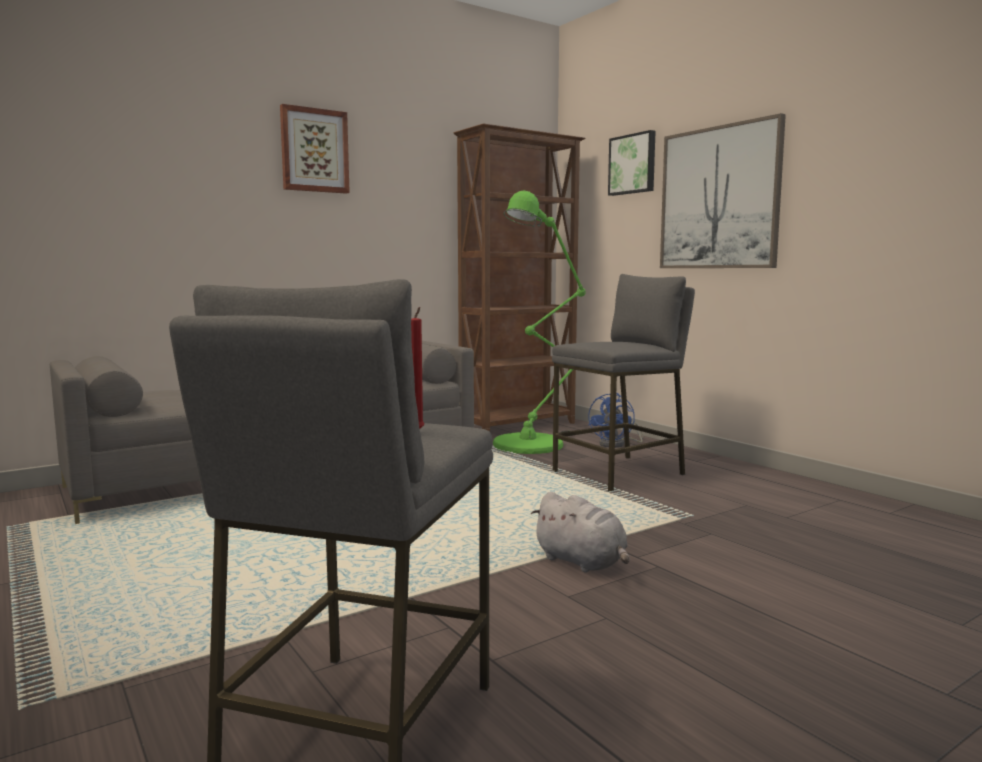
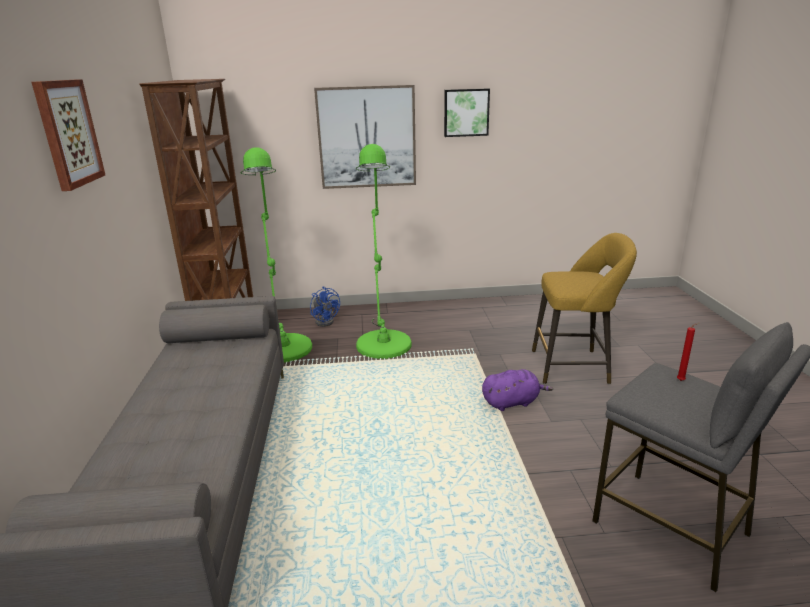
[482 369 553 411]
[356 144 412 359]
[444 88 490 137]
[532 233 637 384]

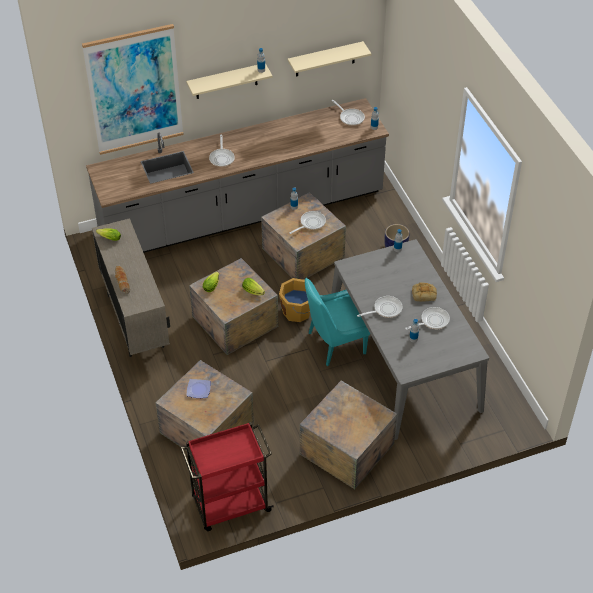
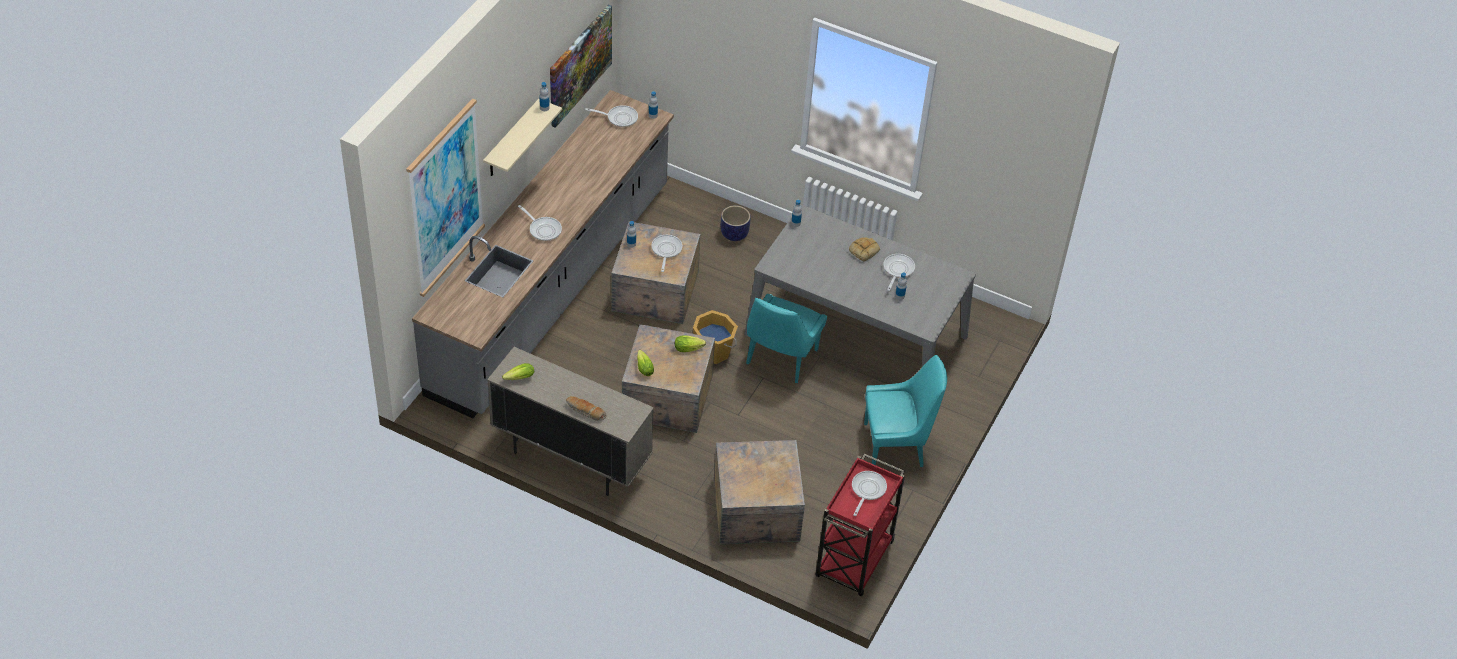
[187 379 211 398] (first image)
[550 5 612 128]
[864 355 947 467]
[852 471 887 516]

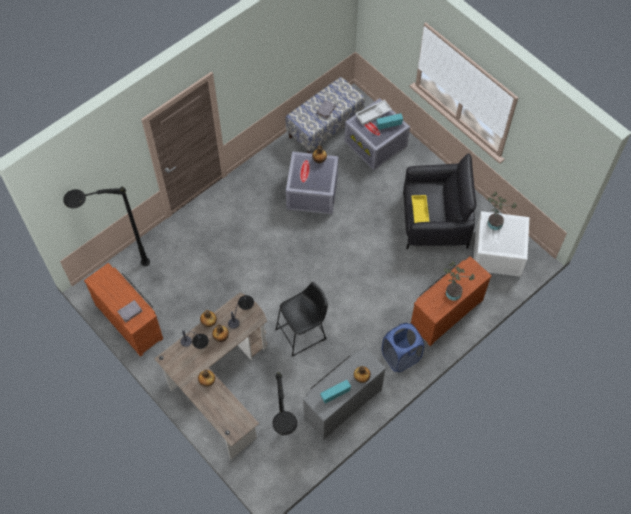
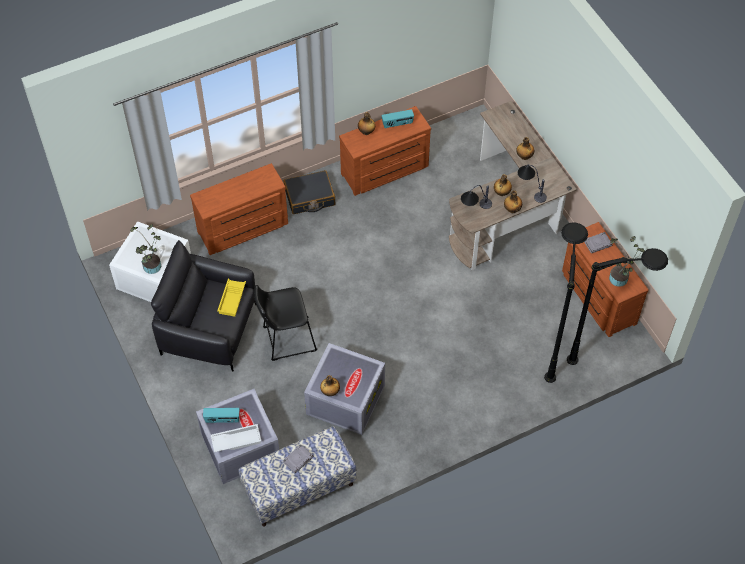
[544 222 588 383]
[254 285 317 361]
[339 106 431 196]
[284 170 335 214]
[609 236 645 287]

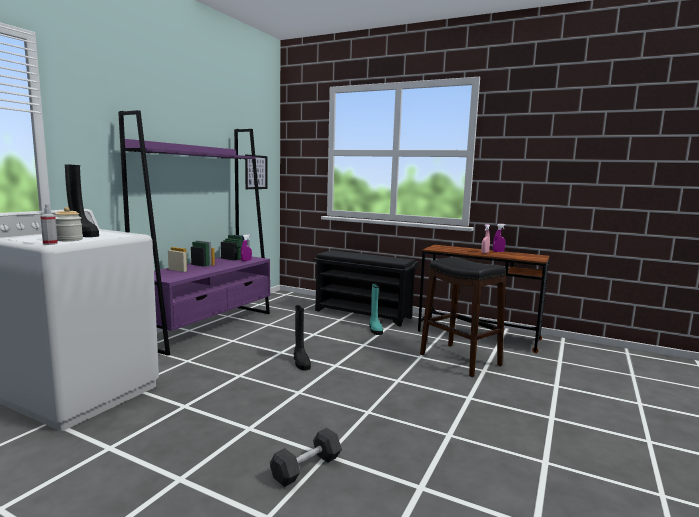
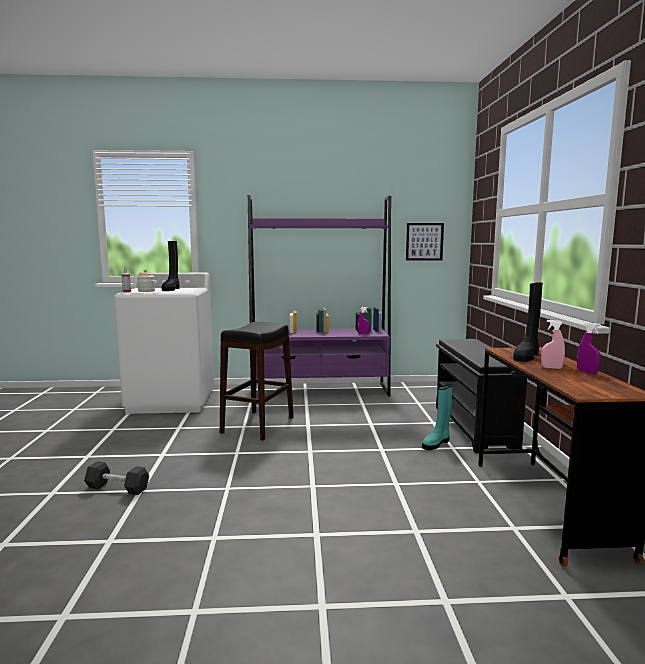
[513 282 543 362]
[220 322 294 441]

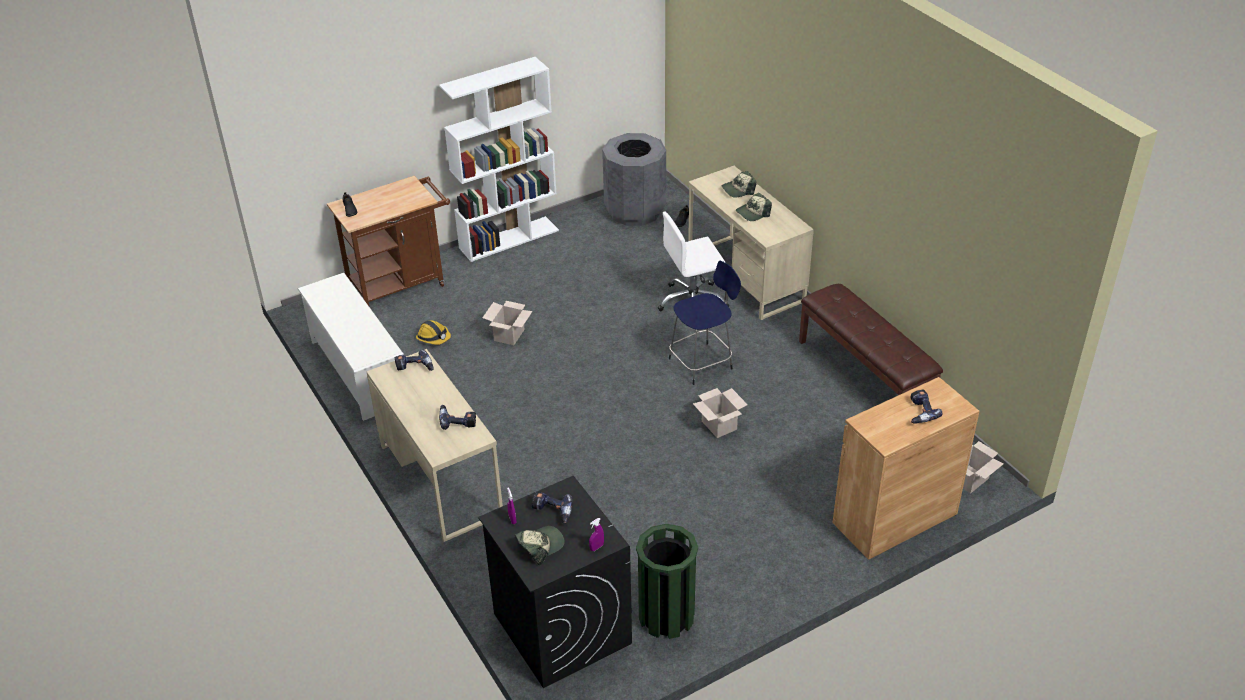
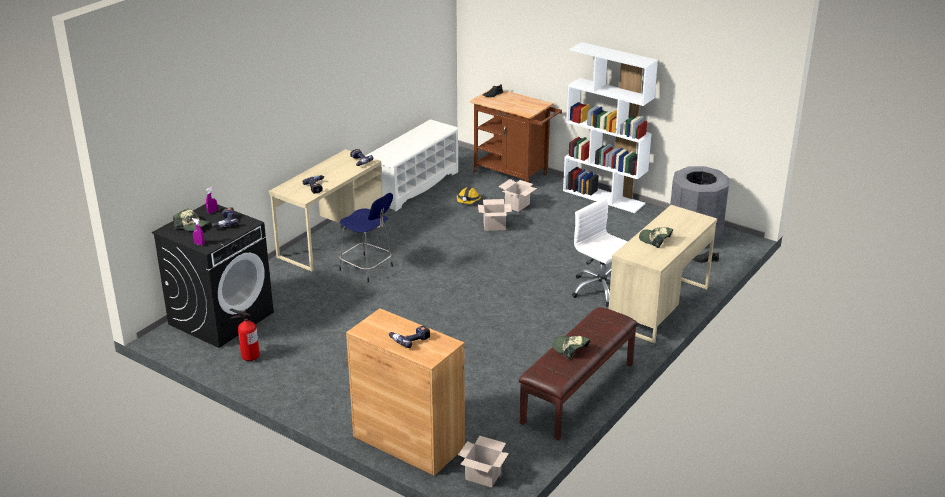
[229 308 260 361]
[339 193 393 282]
[498 179 537 212]
[552 336 590 359]

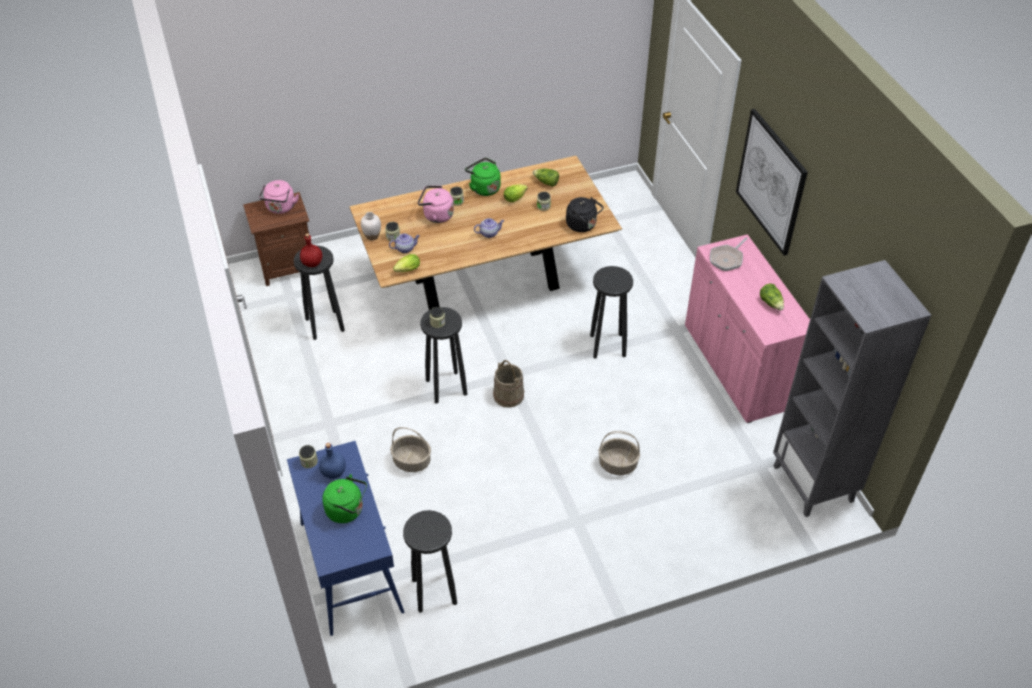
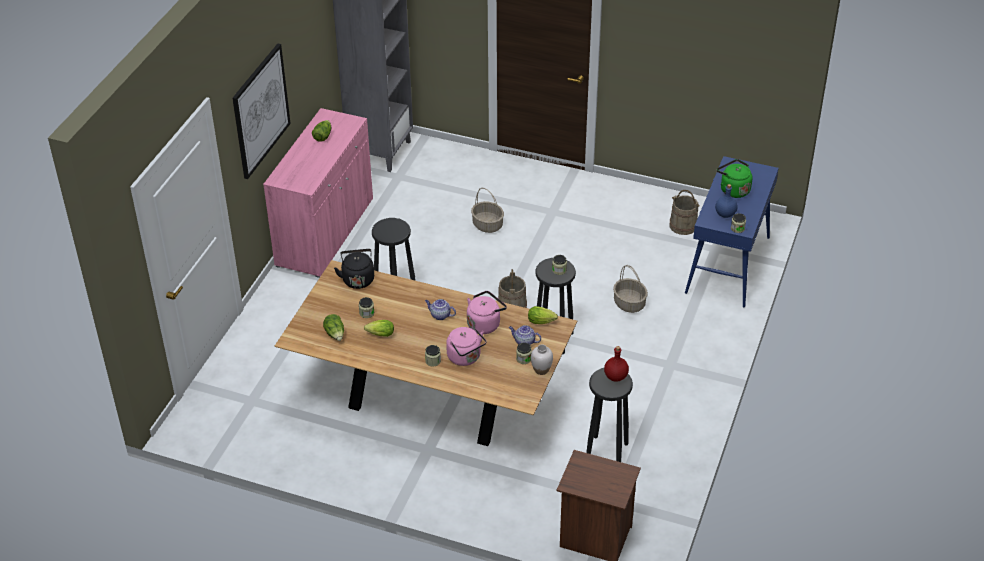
[467 291 507 334]
[670 190 700 235]
[465 158 501 196] (first image)
[710 237 748 271] (first image)

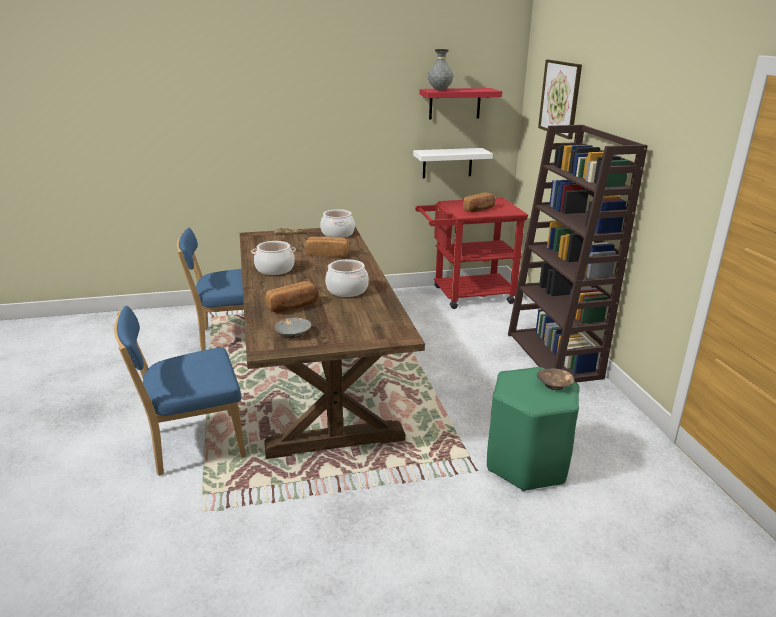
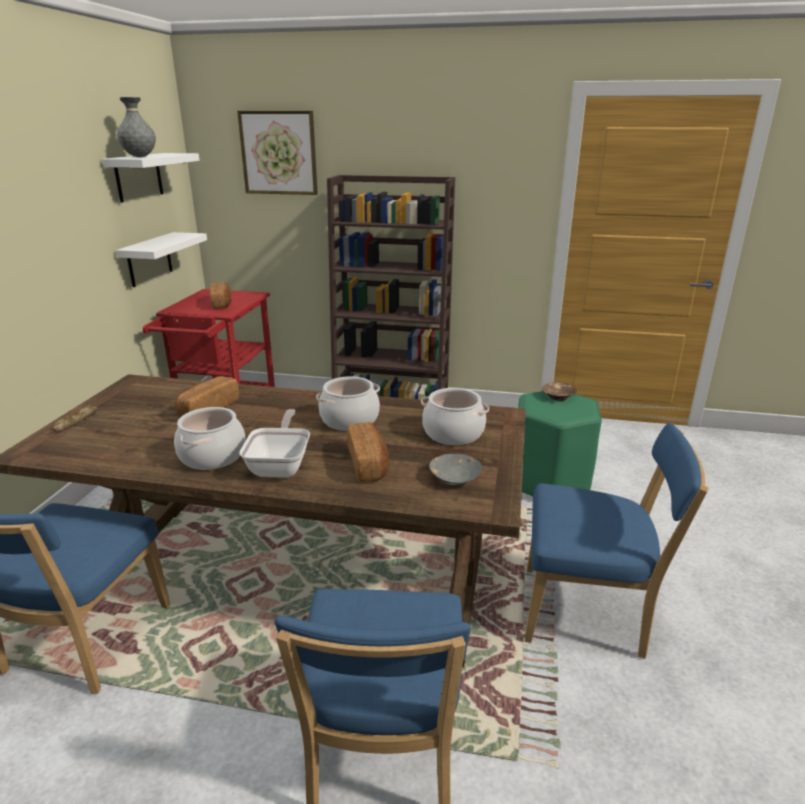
[421 388 489 445]
[102 153 200 203]
[239 409 310 478]
[525 422 708 659]

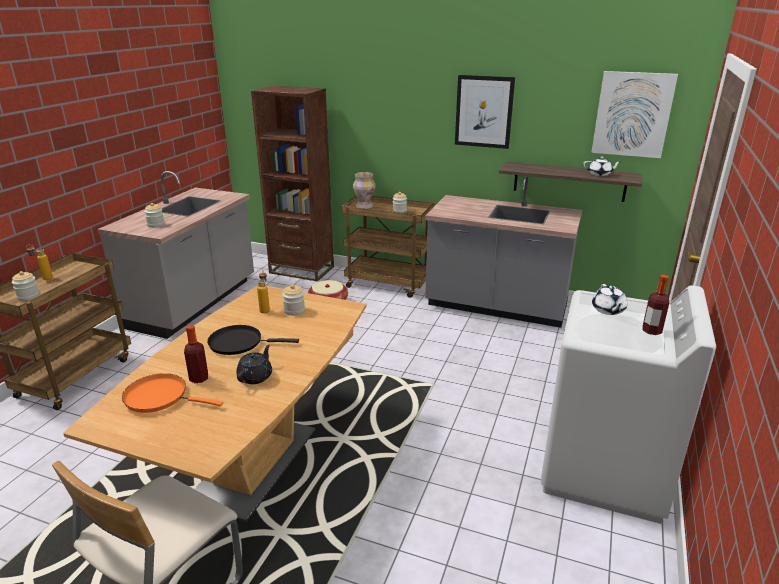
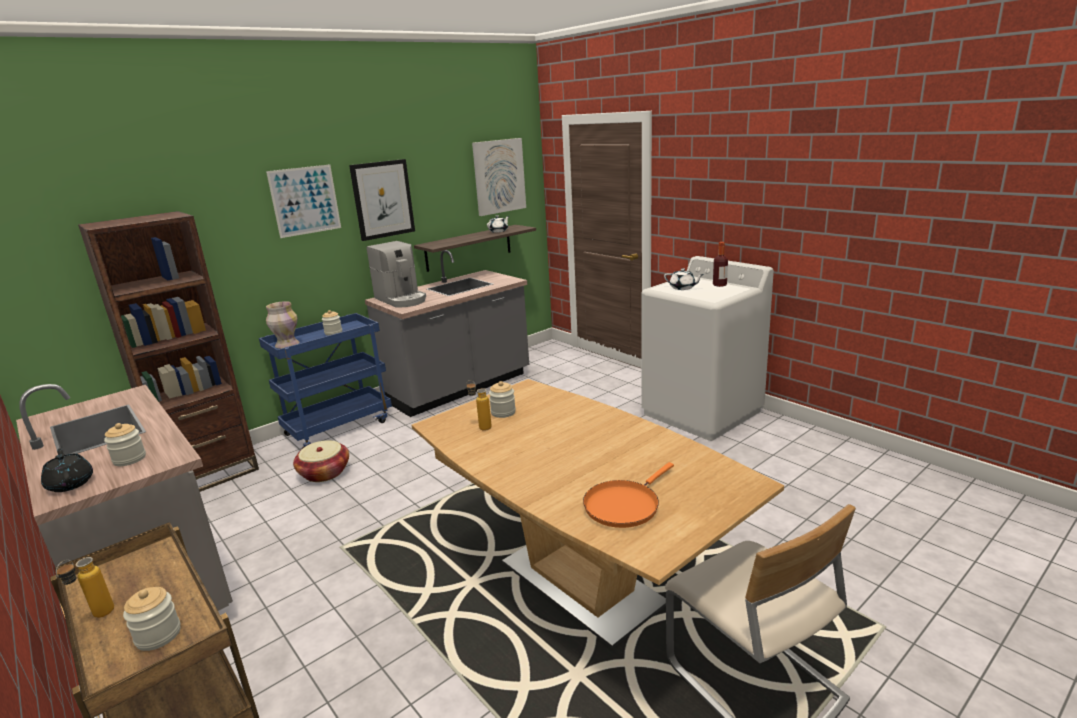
[184 325 208 383] (first image)
[207 325 299 355] (first image)
[41 449 93 492]
[259 313 392 449]
[266 164 341 238]
[366 241 426 307]

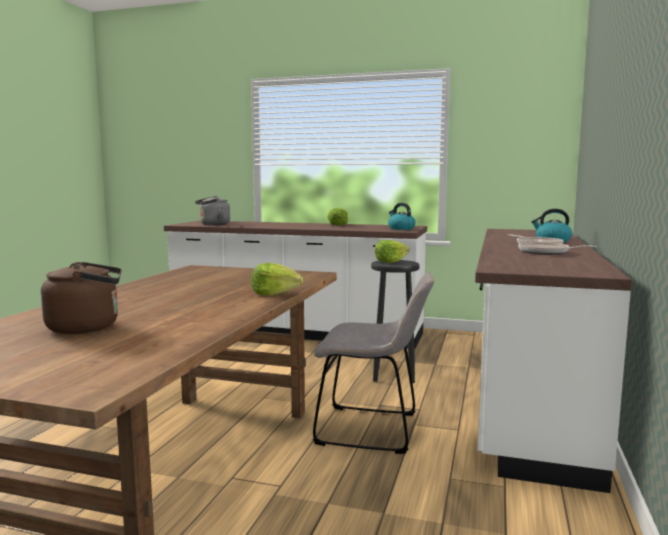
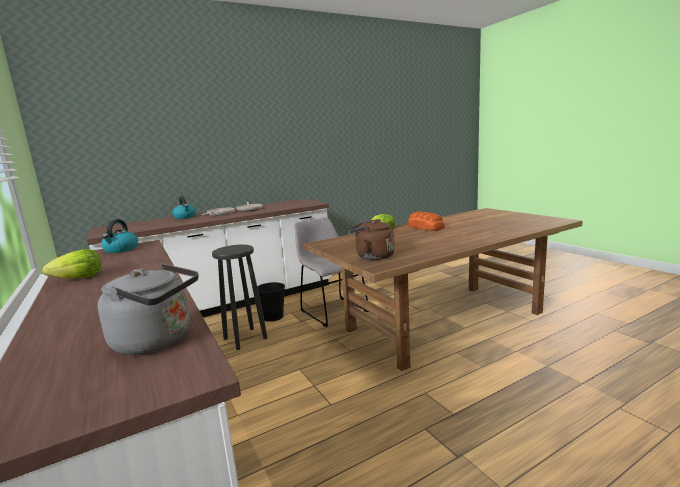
[348 219 395 260]
[374 240 409 263] (first image)
[257 282 285 322]
[407 211 444 231]

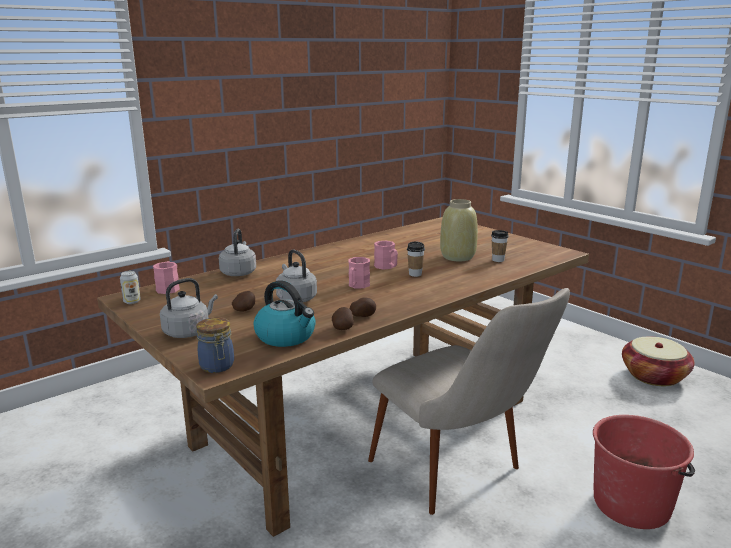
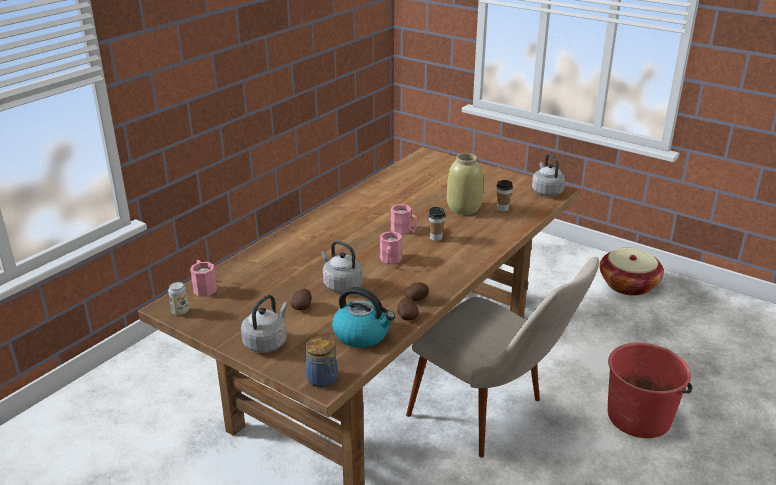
[532 154 565 196]

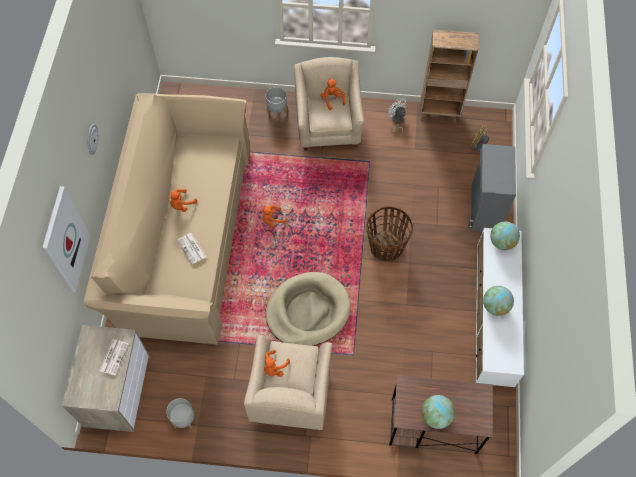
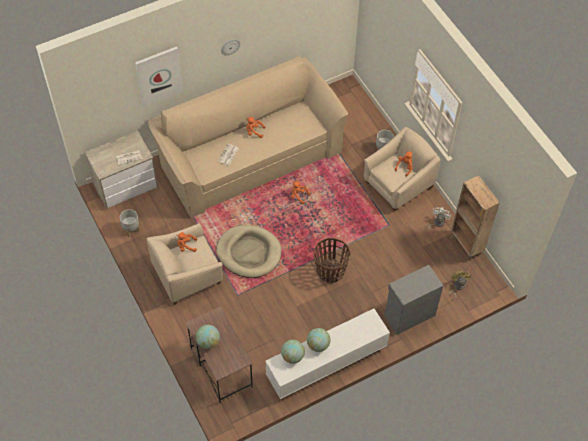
[281 340 305 364]

